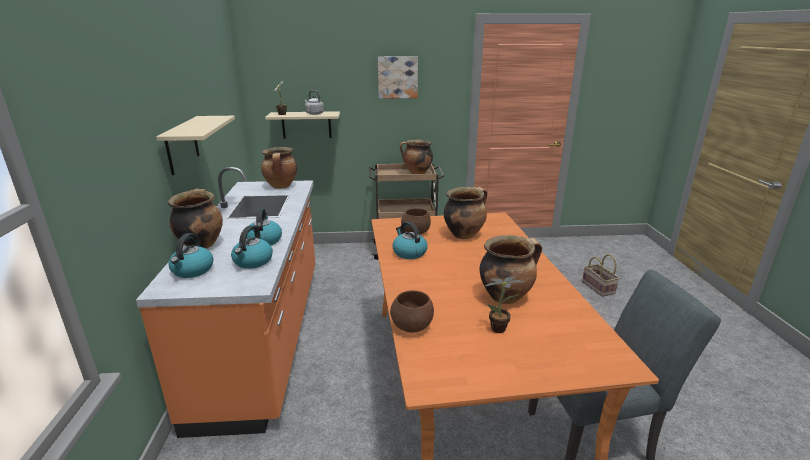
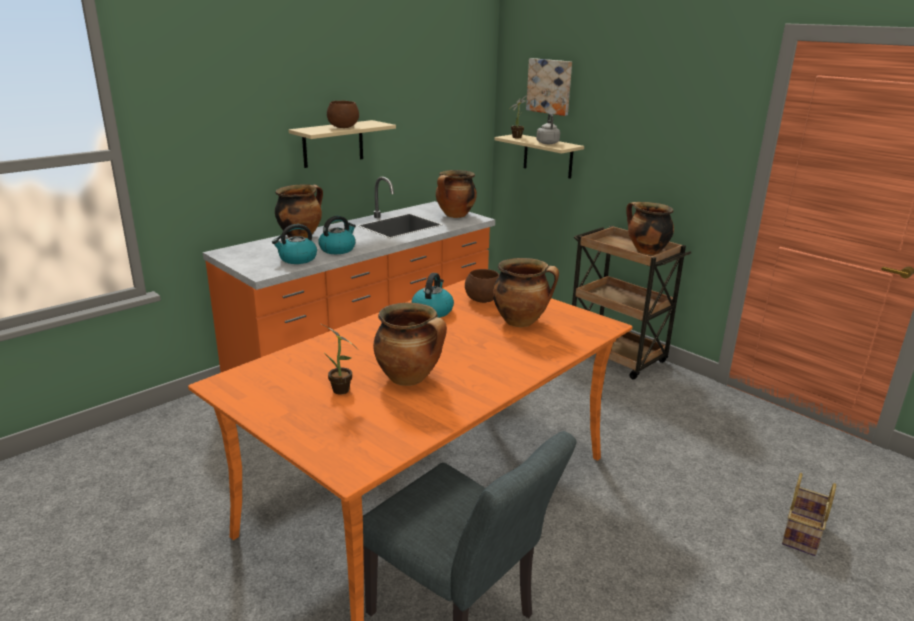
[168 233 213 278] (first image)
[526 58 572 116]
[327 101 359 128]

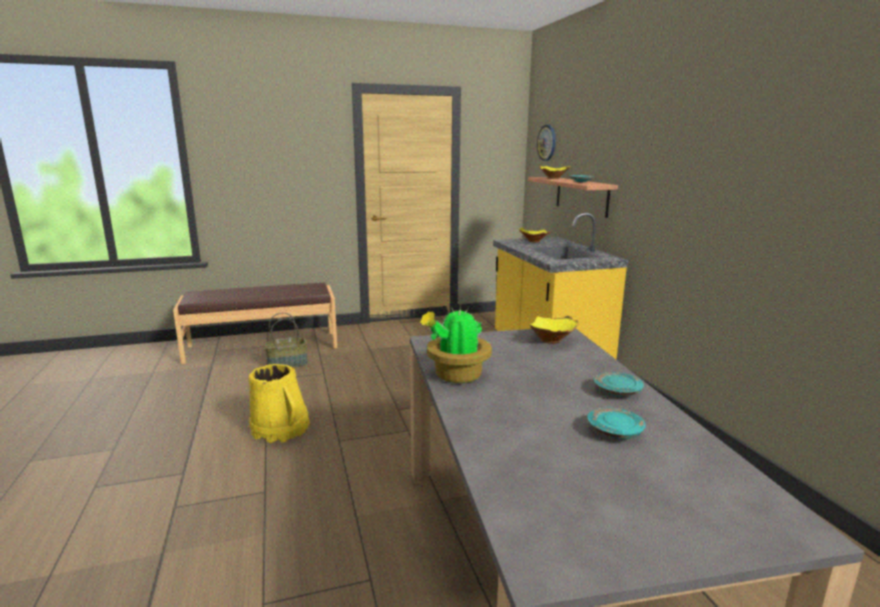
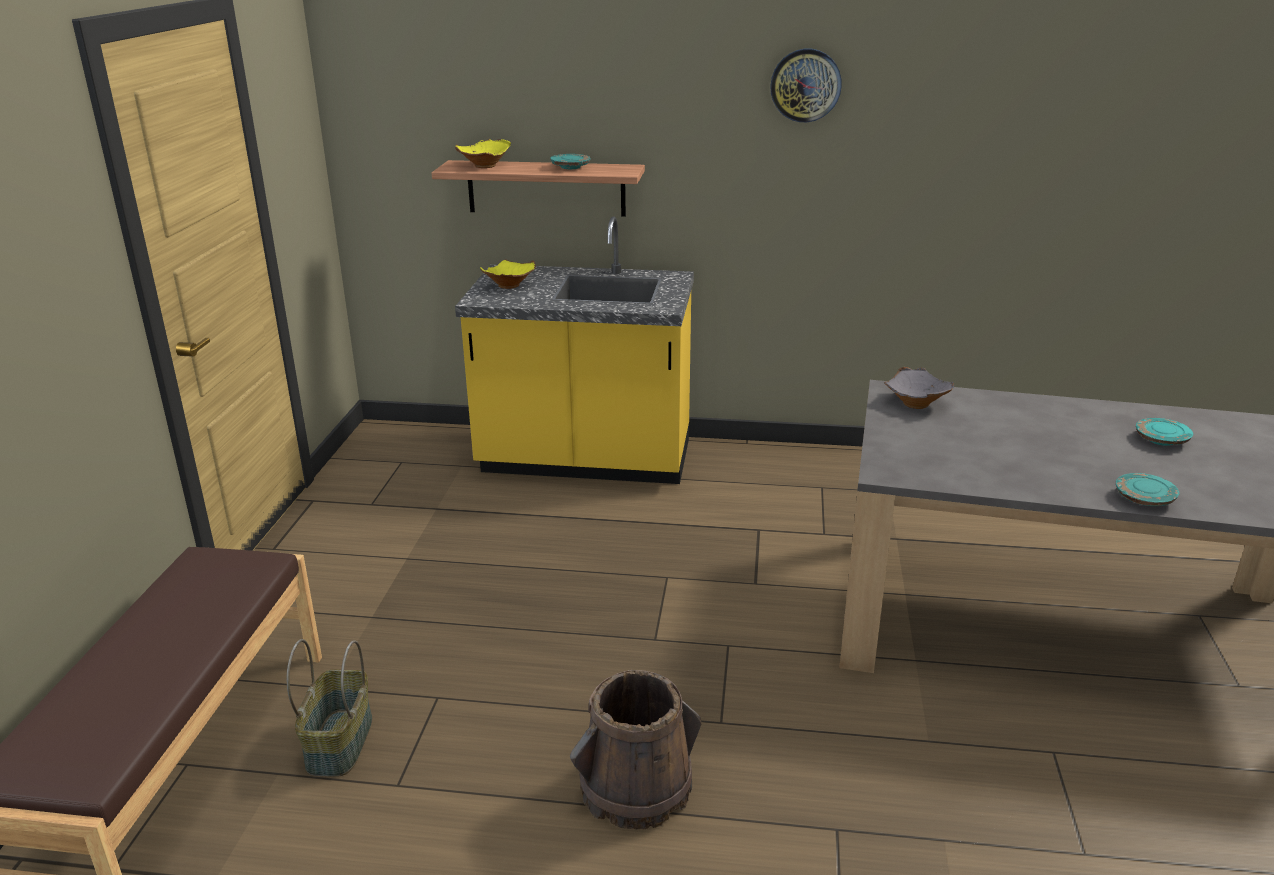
[570 670 701 830]
[420 304 492 383] (first image)
[884 367 954 409]
[770 49 842 122]
[1116 473 1179 506]

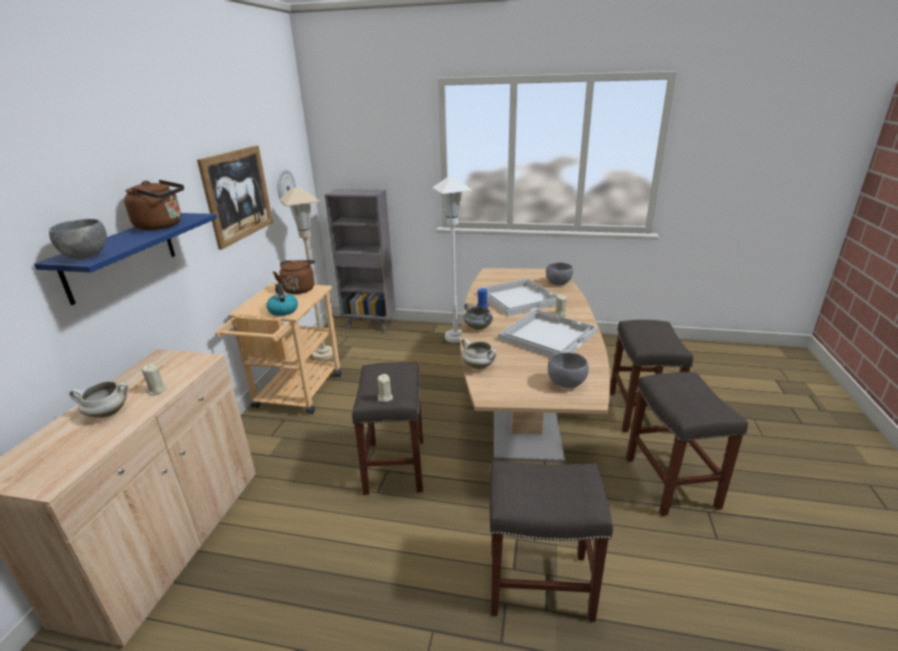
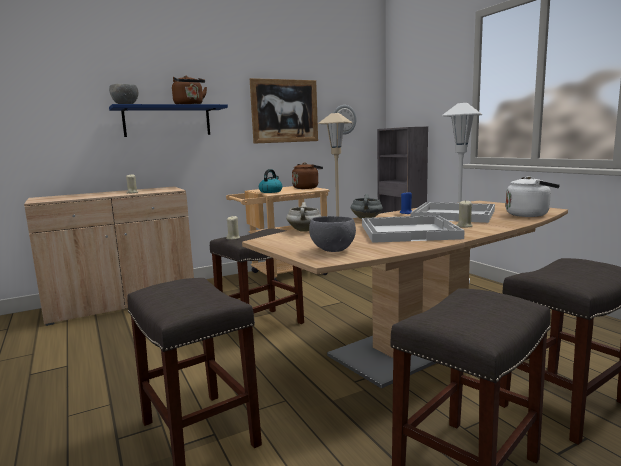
[69 381 128 418] (first image)
[506 176 560 217]

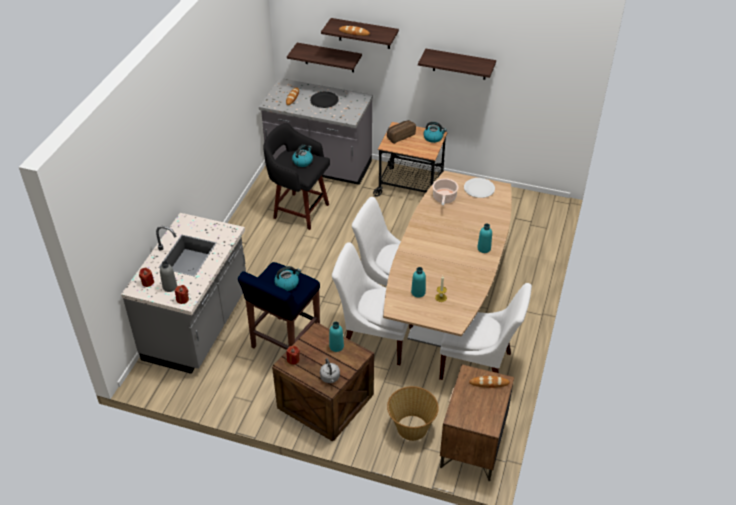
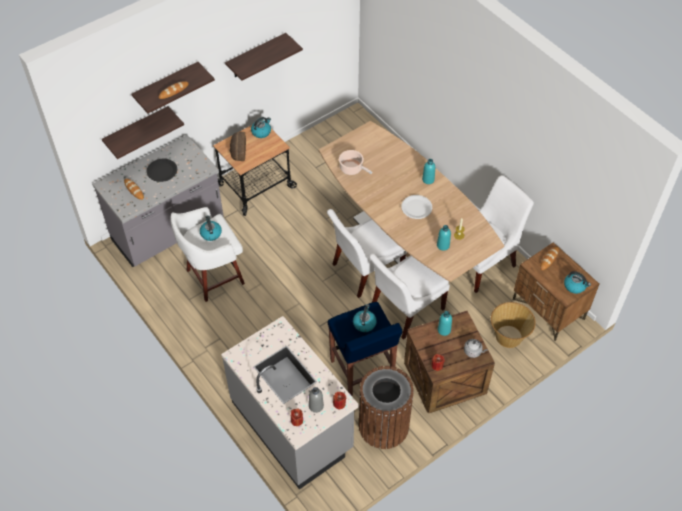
[170 207 245 302]
[401 195 432 219]
[359 366 414 449]
[564 271 591 294]

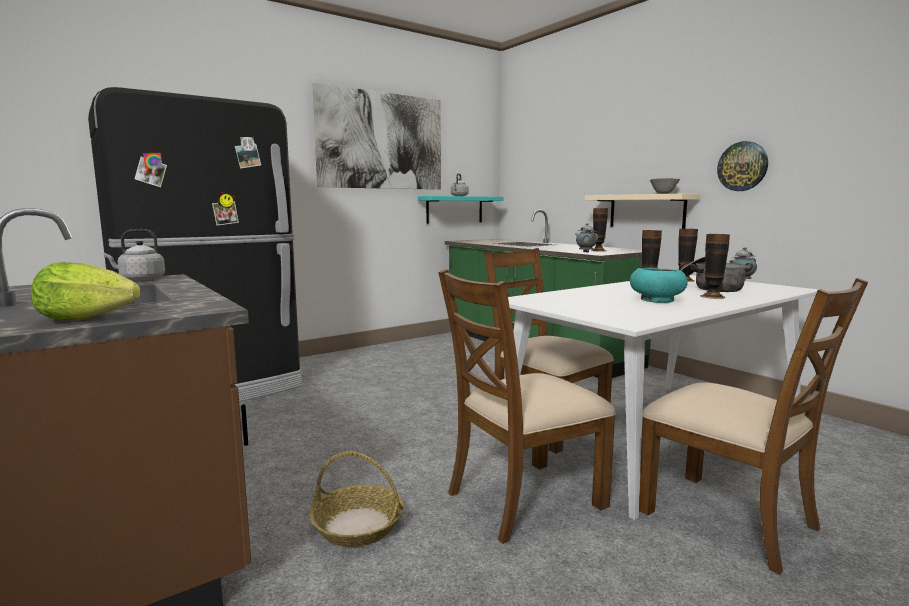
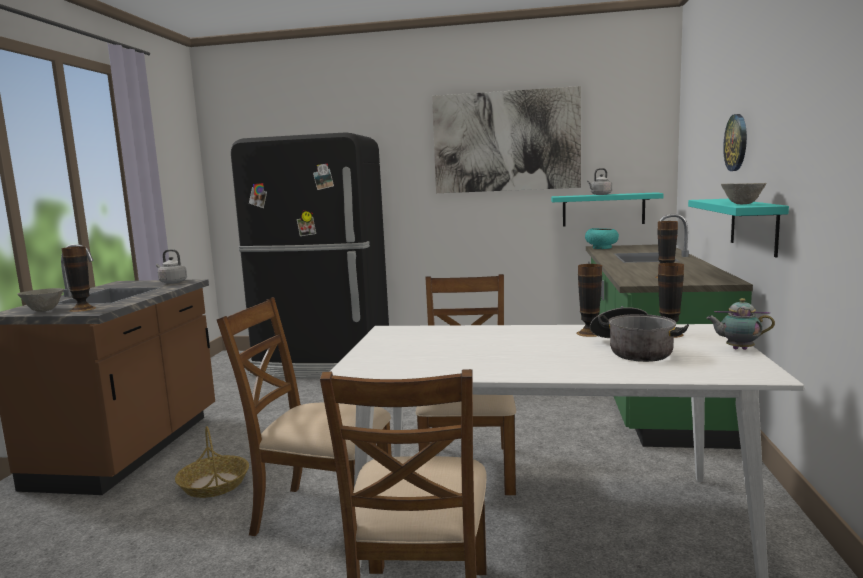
[18 288 64 312]
[575 223 598 253] (first image)
[688 199 789 258]
[585 228 619 249]
[61 246 96 312]
[723 114 747 171]

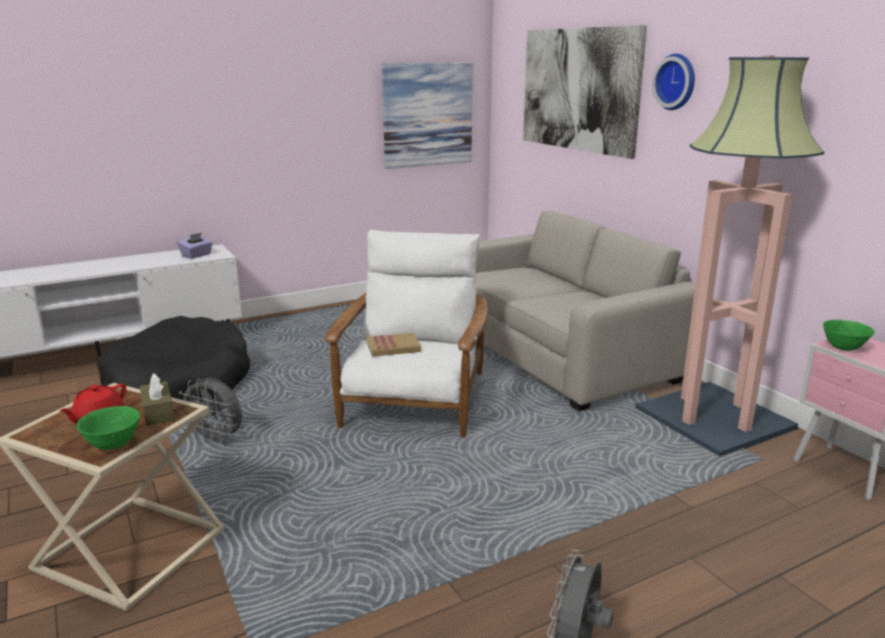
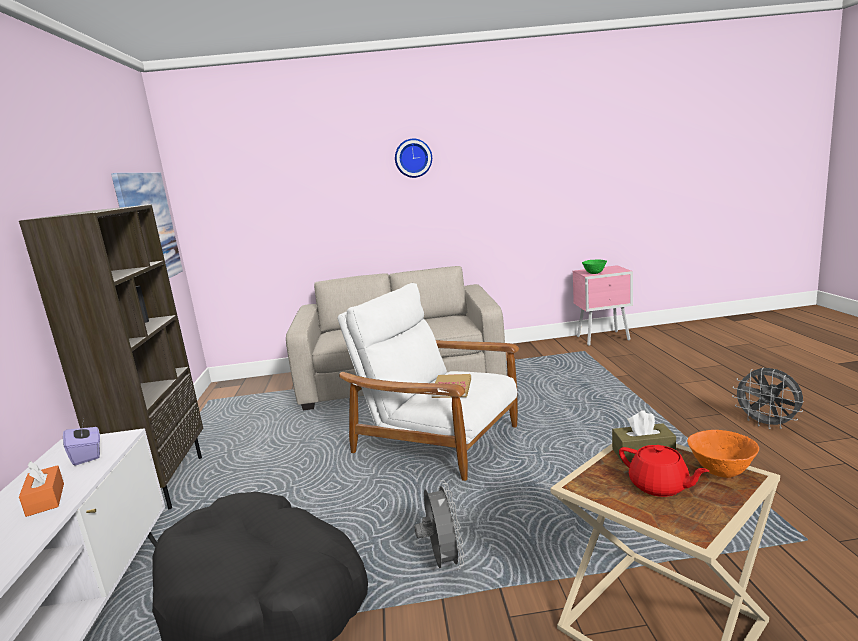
[687 430 759 478]
[414 480 464 570]
[523 25 647 159] (first image)
[635 55 824 456] (first image)
[19 204 203 509]
[19 461 64 517]

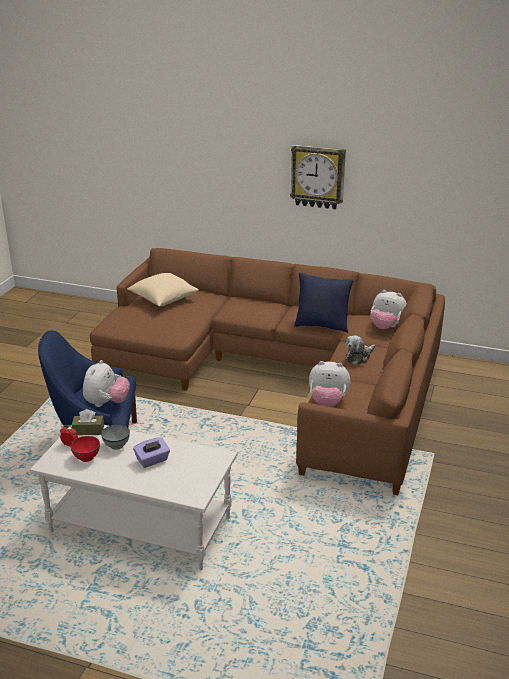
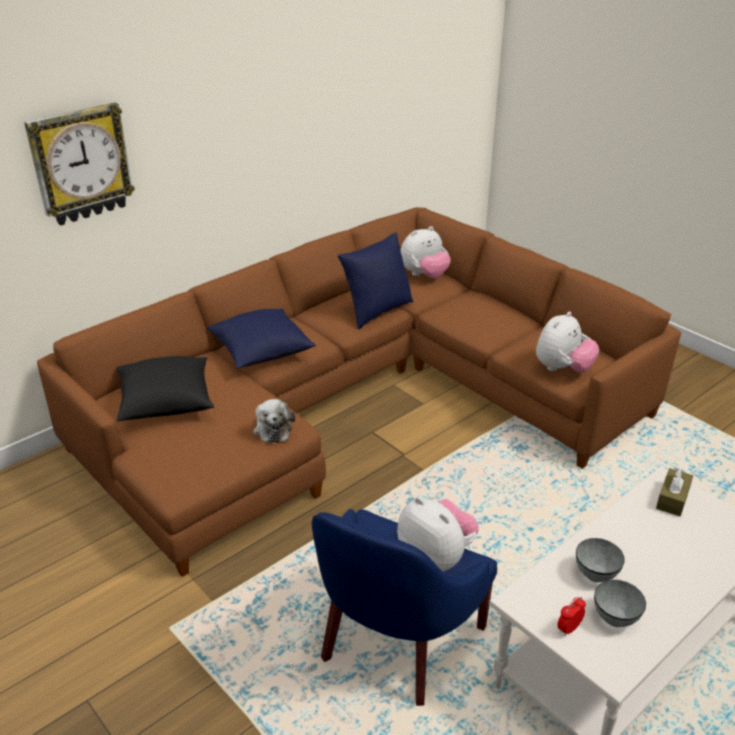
[594 580 646 627]
[656 467 693 516]
[116 356 214 421]
[133 437 170 468] (first image)
[24 103 135 225]
[253 399 295 443]
[207 309 316 369]

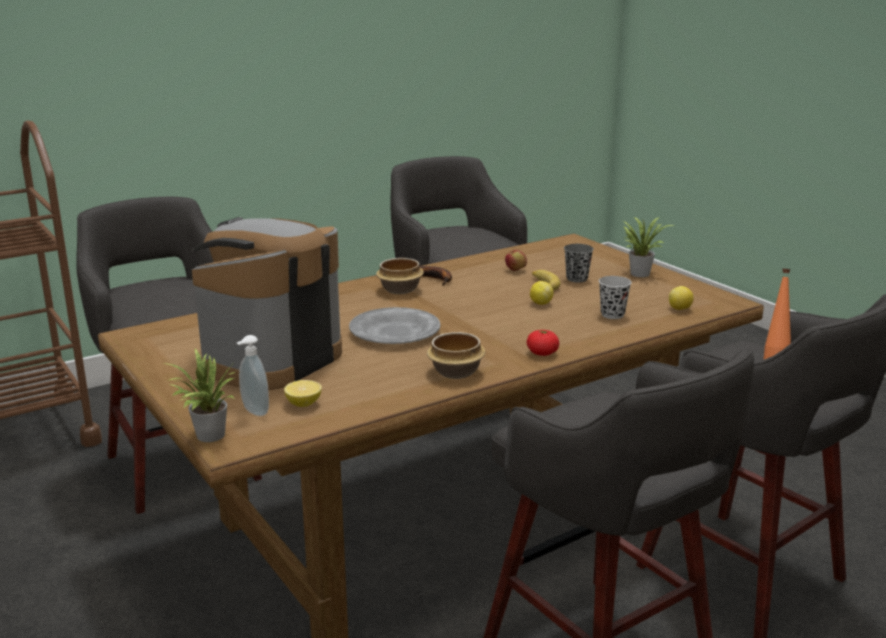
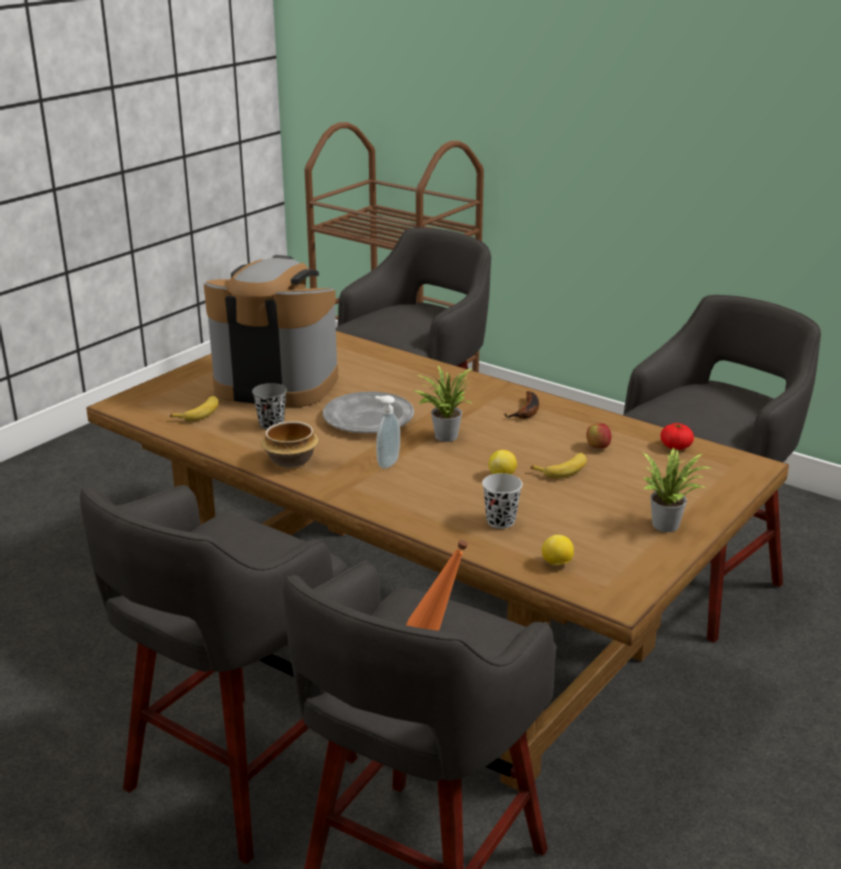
[413 366 472 442]
[375 395 400 469]
[170 396 219 421]
[376 258 424 294] (first image)
[661 423 694 450]
[252 383 287 429]

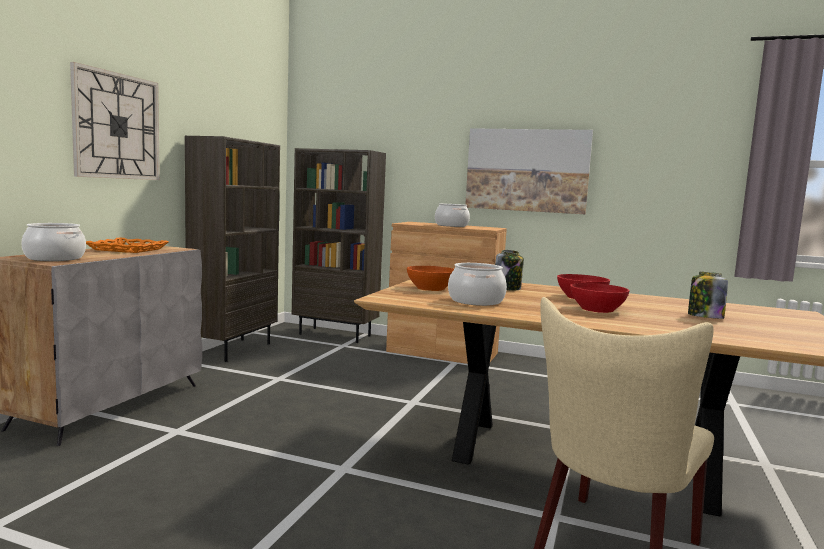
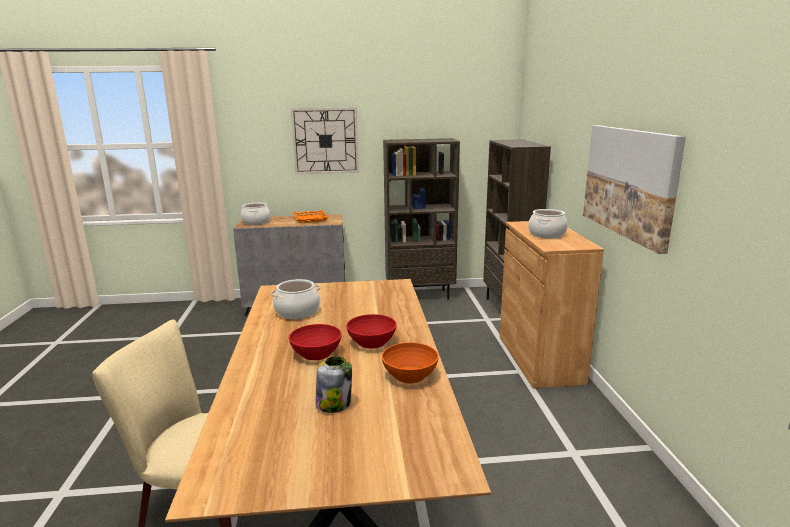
[382 343 439 384]
[495 250 524 291] (first image)

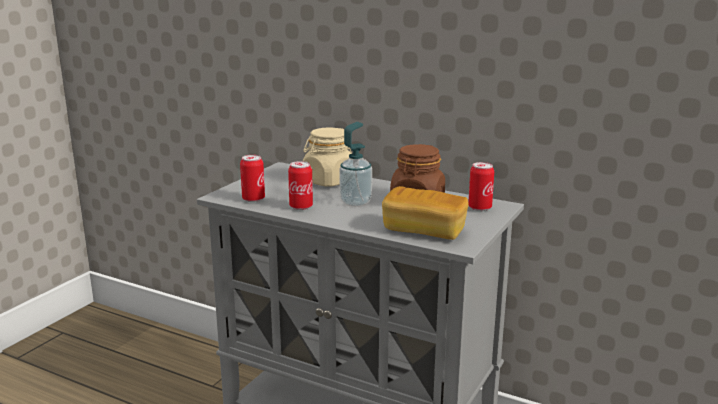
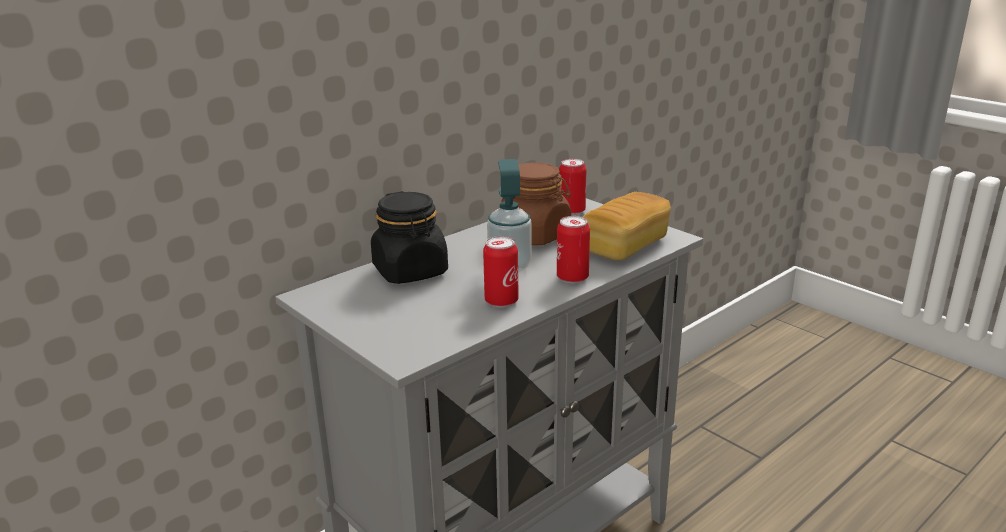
[557 216 590 283]
[371 191 448 284]

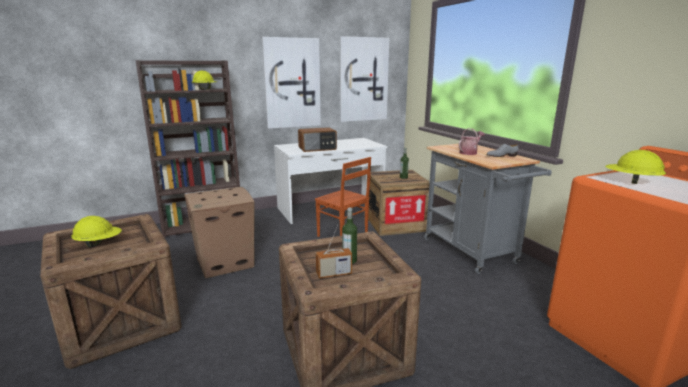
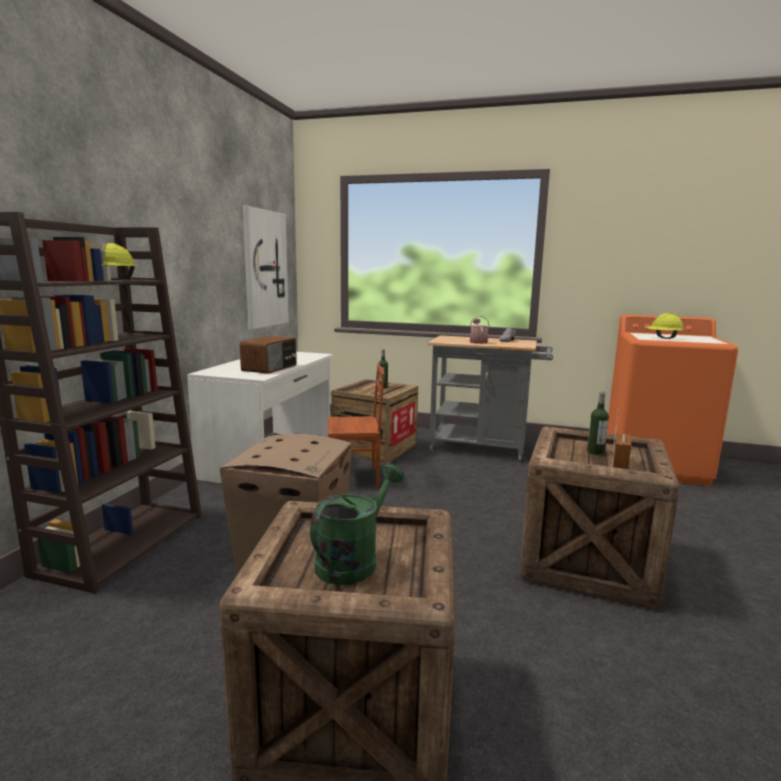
[310 463 404 585]
[262 37 321 129] (first image)

